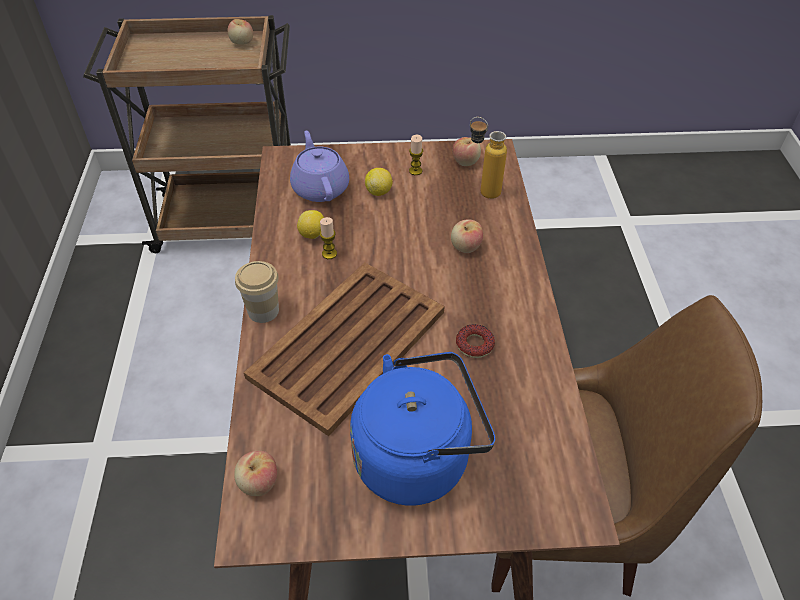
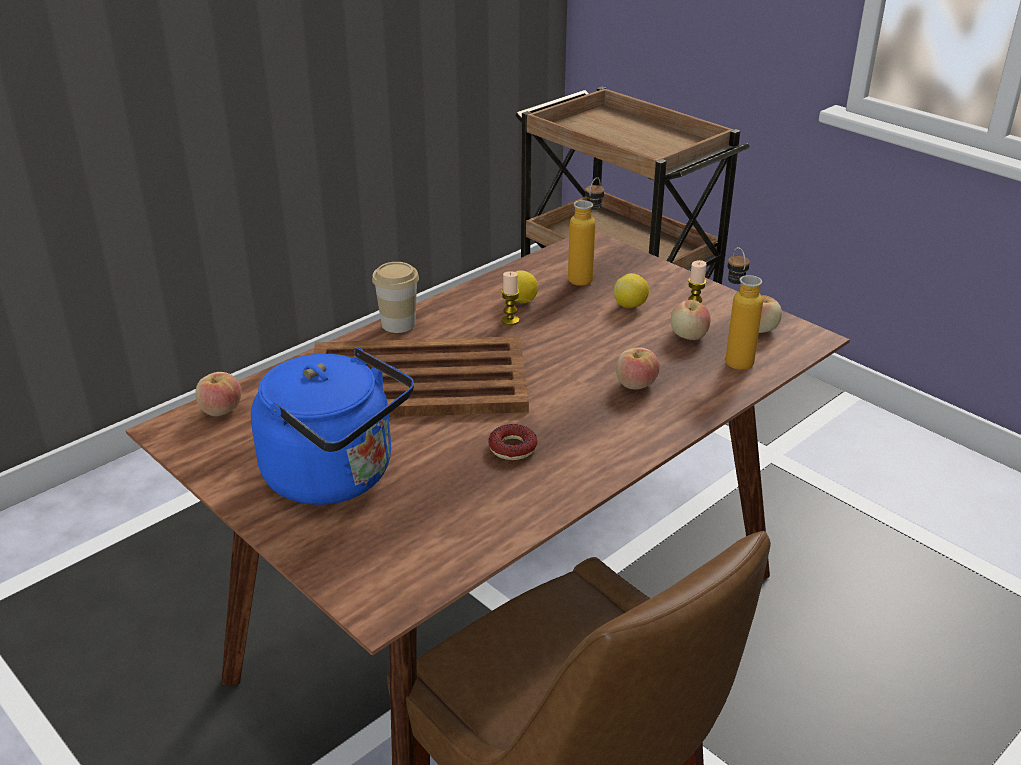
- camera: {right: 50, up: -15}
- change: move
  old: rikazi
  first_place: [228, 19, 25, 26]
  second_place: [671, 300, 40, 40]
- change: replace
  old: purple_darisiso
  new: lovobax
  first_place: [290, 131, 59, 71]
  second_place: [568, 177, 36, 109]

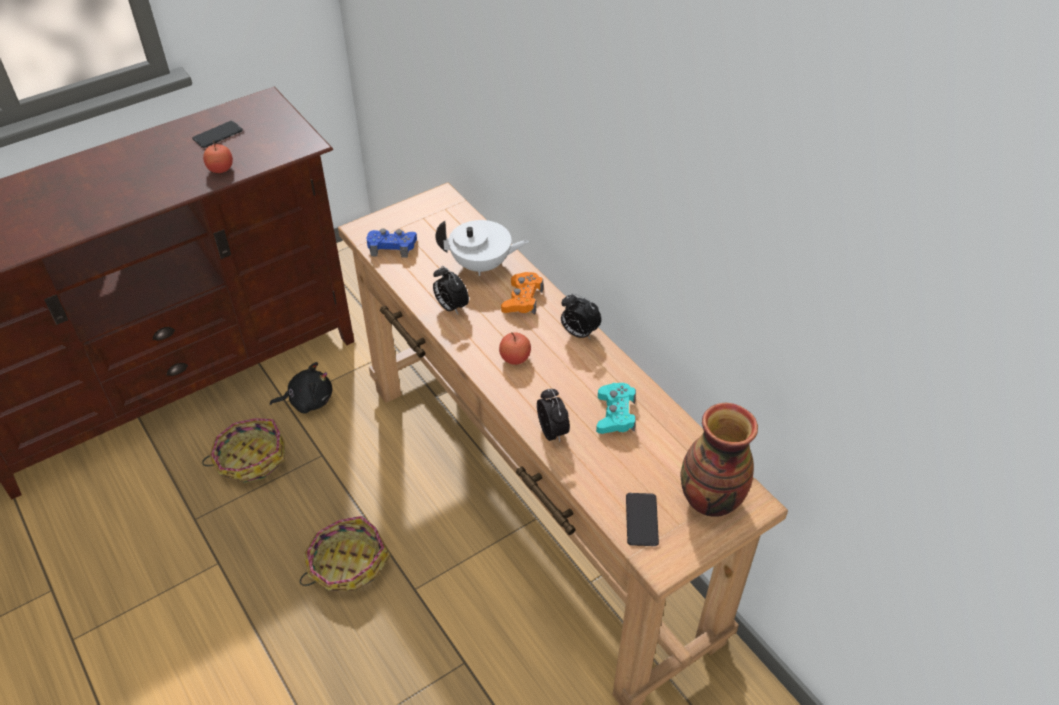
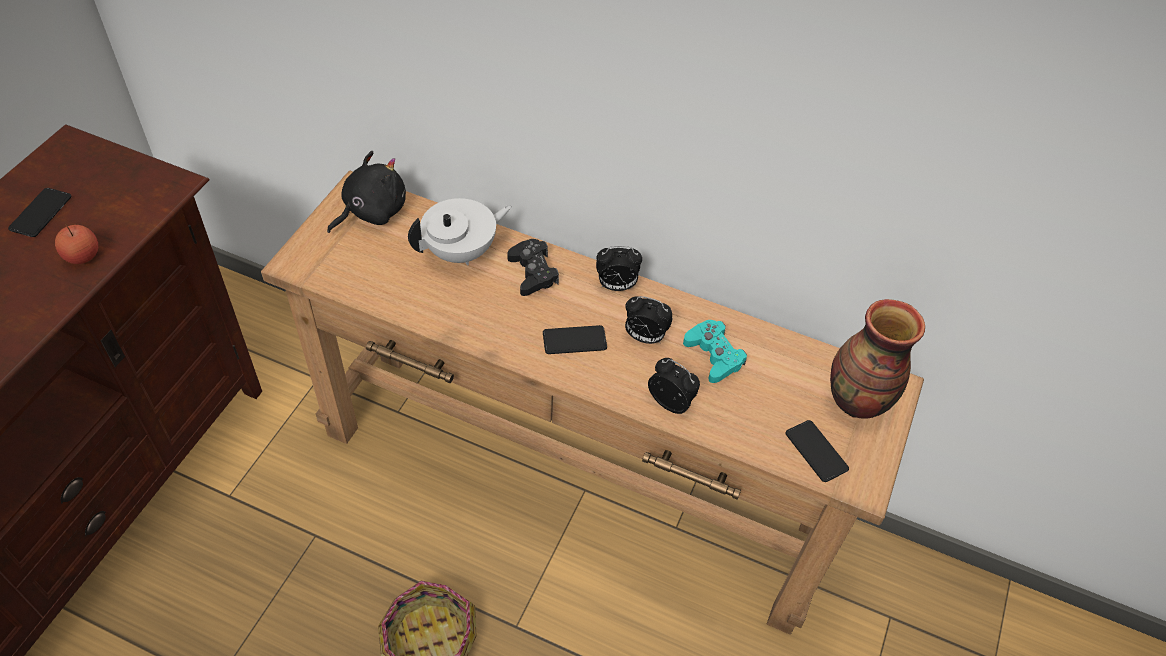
- camera: {right: -35, up: 5}
- change: delete
  old: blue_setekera
  first_place: [367, 229, 50, 29]
- change: move
  old: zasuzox
  first_place: [433, 266, 36, 48]
  second_place: [625, 296, 47, 48]
- change: recolor
  old: orange_setekera
  new: black_setekera
  first_place: [501, 272, 43, 43]
  second_place: [507, 239, 52, 57]
- change: replace
  old: rikazi
  new: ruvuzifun
  first_place: [499, 332, 32, 33]
  second_place: [543, 325, 64, 29]
- change: move
  old: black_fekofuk
  first_place: [270, 362, 62, 51]
  second_place: [327, 151, 79, 82]
- change: delete
  old: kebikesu
  first_place: [202, 418, 83, 65]

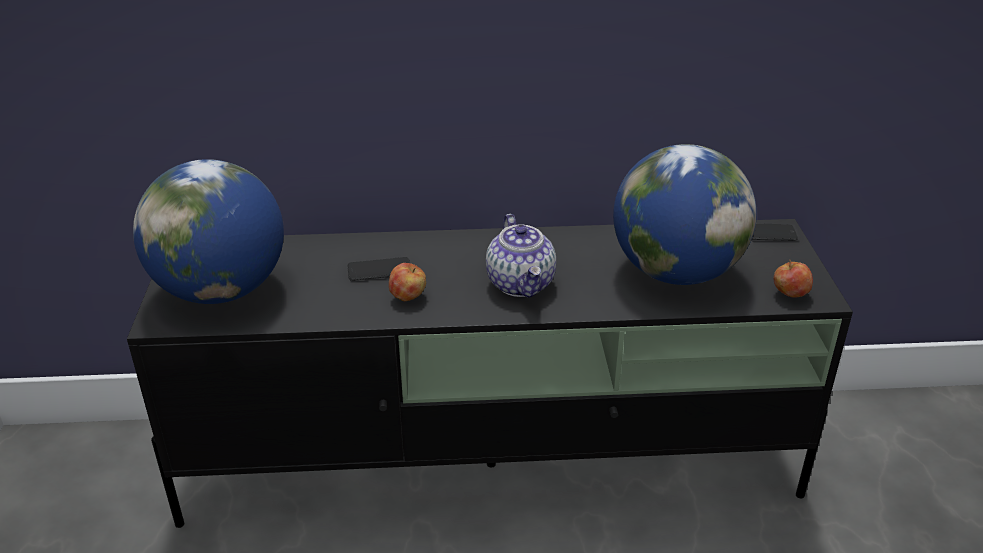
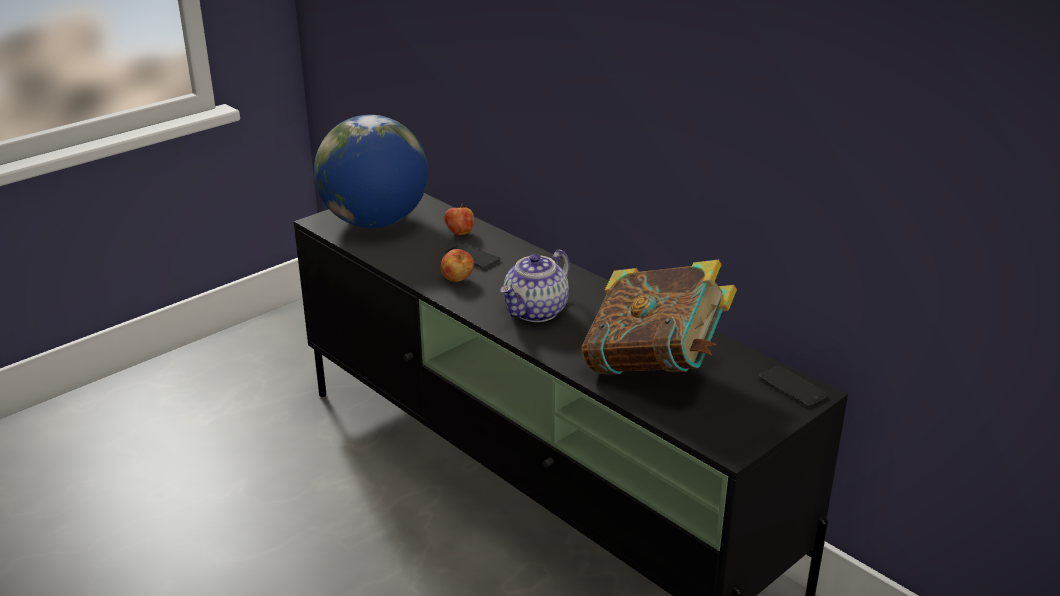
- camera: {right: 50, up: -5}
- change: replace
  old: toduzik
  new: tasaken
  first_place: [613, 144, 144, 141]
  second_place: [582, 260, 155, 115]
- change: move
  old: rikazi
  first_place: [774, 260, 39, 38]
  second_place: [444, 204, 30, 31]

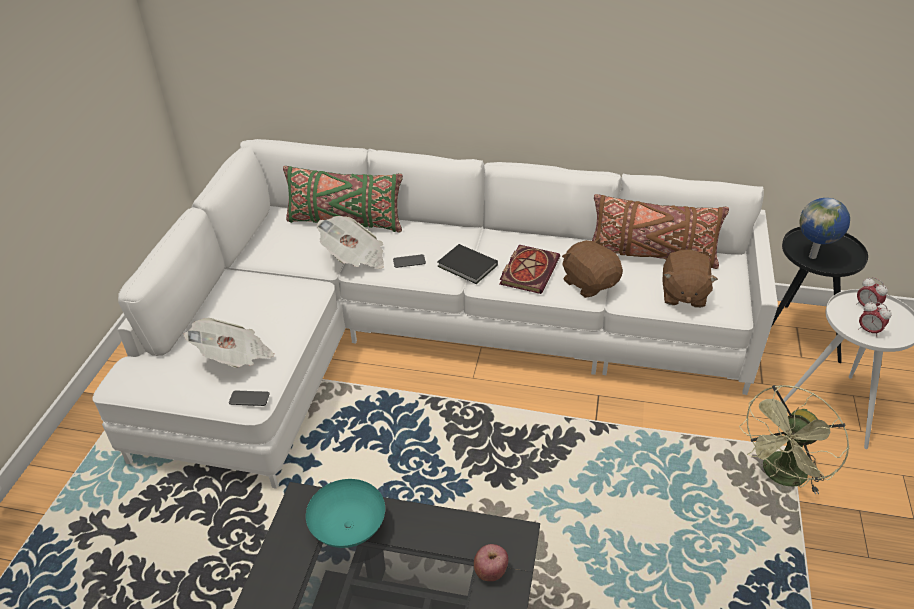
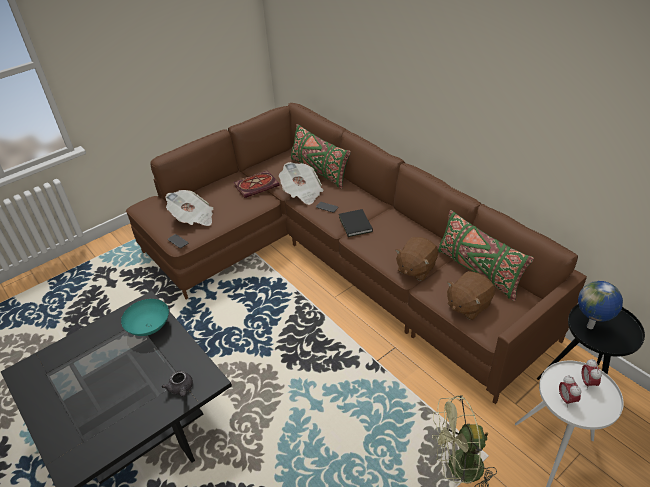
- camera: {right: 40, up: 0}
- change: recolor
  old: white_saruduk
  new: brown_saruduk
  first_place: [93, 139, 685, 350]
  second_place: [126, 103, 461, 301]
- change: recolor
  old: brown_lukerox
  new: green_lukerox
  first_place: [592, 194, 137, 75]
  second_place: [438, 210, 96, 91]
- change: rotate
  old: brown_fekofuk
  first_place: [562, 238, 61, 60]
  second_place: [395, 237, 43, 44]
  degrees: -150
- change: move
  old: tasaken
  first_place: [499, 245, 61, 49]
  second_place: [234, 170, 46, 28]
- change: replace
  old: rikazi
  new: grey_darisiso
  first_place: [474, 544, 34, 37]
  second_place: [162, 371, 31, 26]

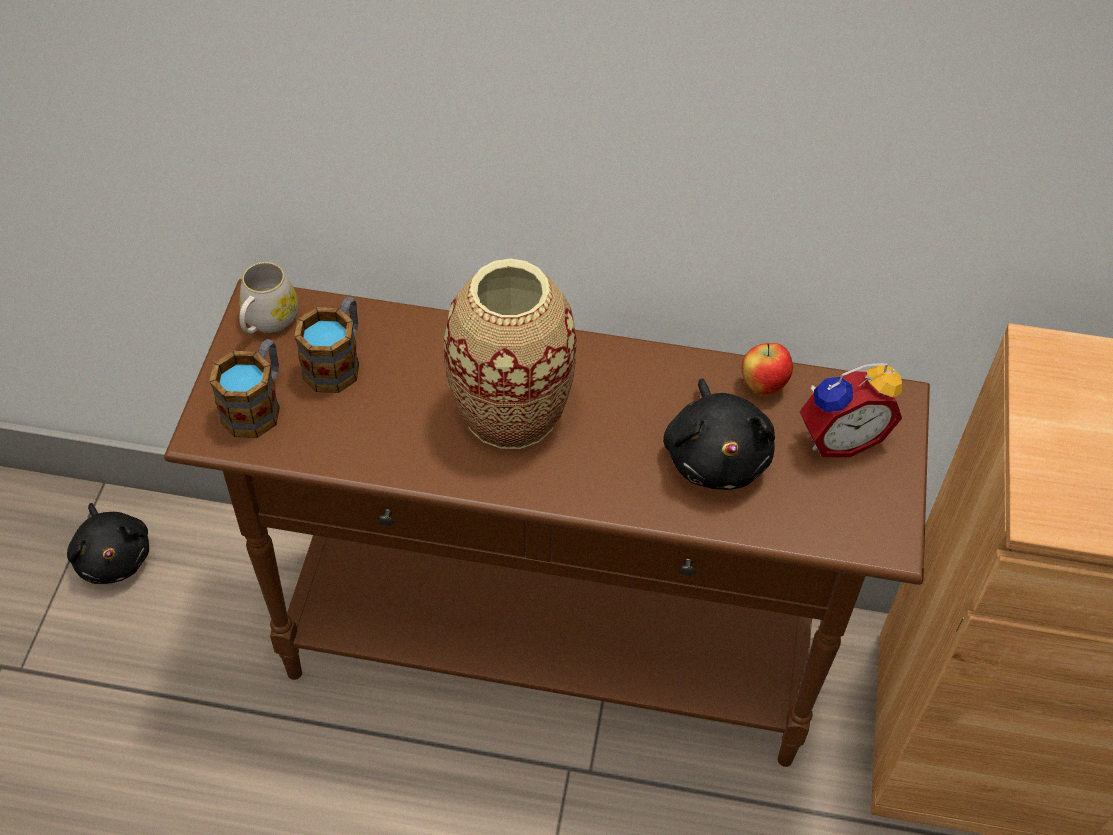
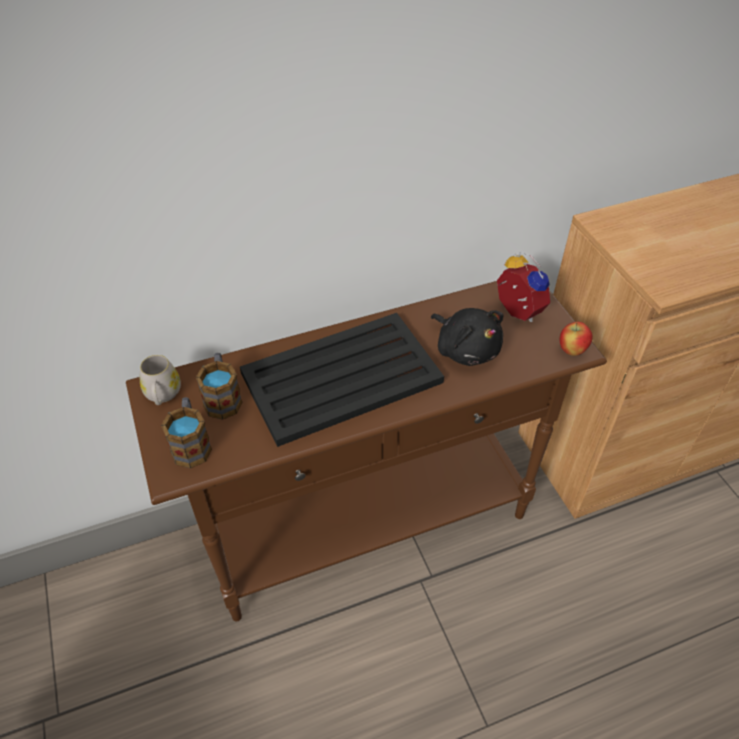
- camera: {right: -30, up: -5}
- change: replace
  old: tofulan
  new: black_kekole
  first_place: [444, 259, 133, 190]
  second_place: [240, 313, 204, 134]
- change: move
  old: rikazi
  first_place: [742, 343, 51, 52]
  second_place: [559, 322, 34, 34]
- change: rotate
  old: zasuzox
  first_place: [799, 363, 103, 94]
  second_place: [497, 251, 53, 71]
  degrees: -75
- change: delete
  old: black_fekofuk
  first_place: [67, 503, 82, 81]

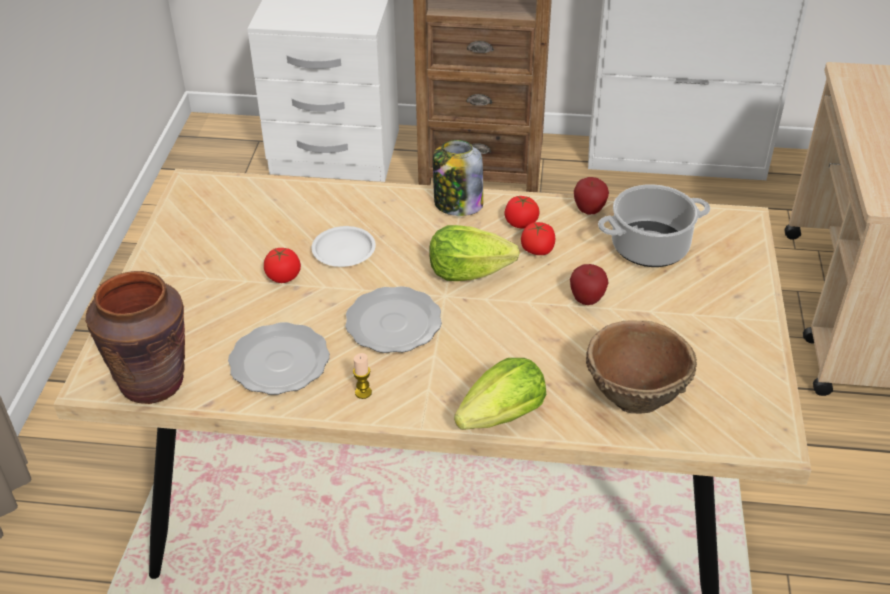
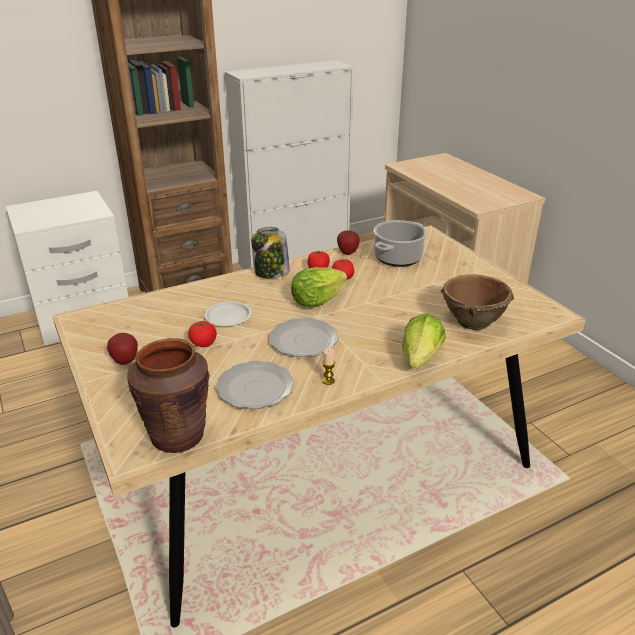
- camera: {right: -35, up: -10}
- change: move
  old: rikazi
  first_place: [570, 264, 39, 41]
  second_place: [107, 333, 31, 32]

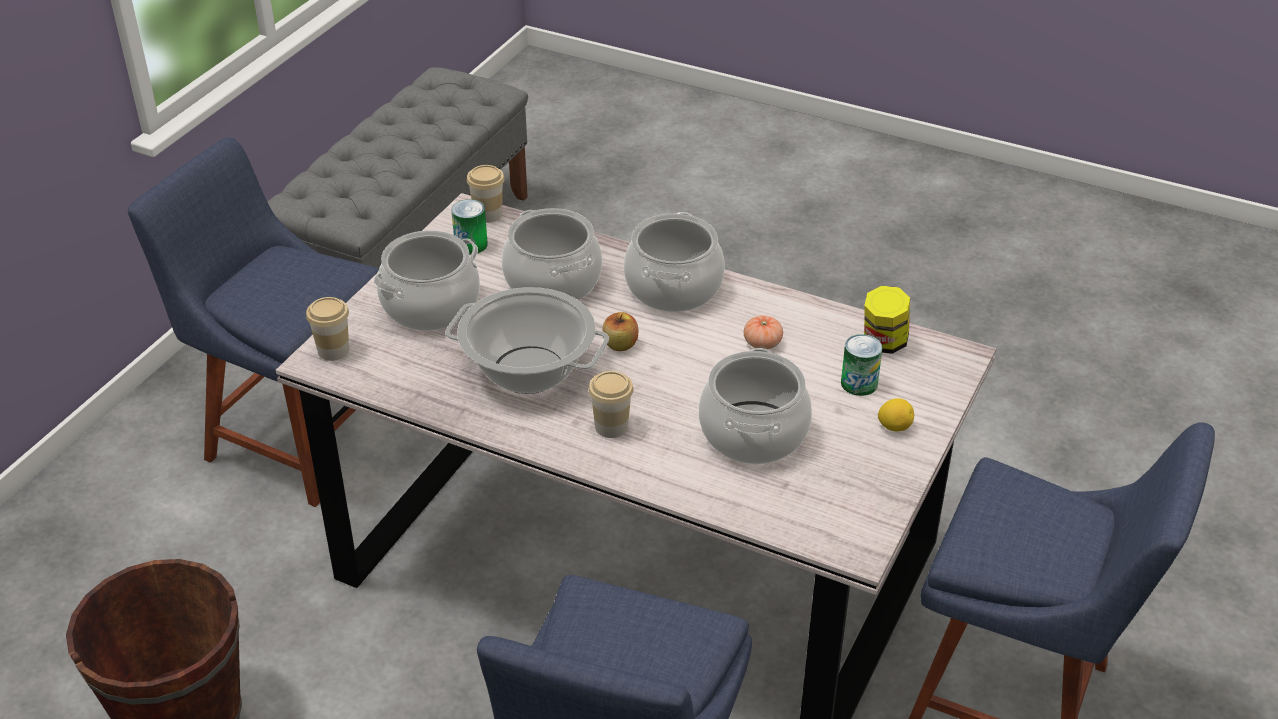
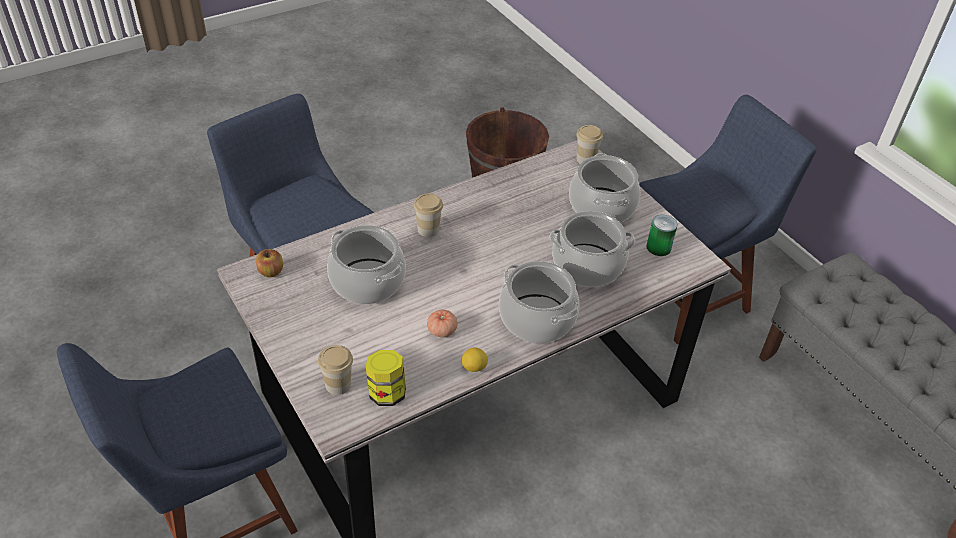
- camera: {right: 120, up: 5}
- change: move
  old: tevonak
  first_place: [467, 165, 38, 58]
  second_place: [318, 345, 35, 50]
- change: delete
  old: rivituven
  first_place: [445, 287, 164, 107]
- change: move
  old: rikazi
  first_place: [602, 312, 37, 39]
  second_place: [256, 249, 27, 28]
- change: delete
  old: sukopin
  first_place: [841, 334, 41, 62]
- change: move
  old: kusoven
  first_place: [878, 398, 36, 33]
  second_place: [461, 347, 27, 25]

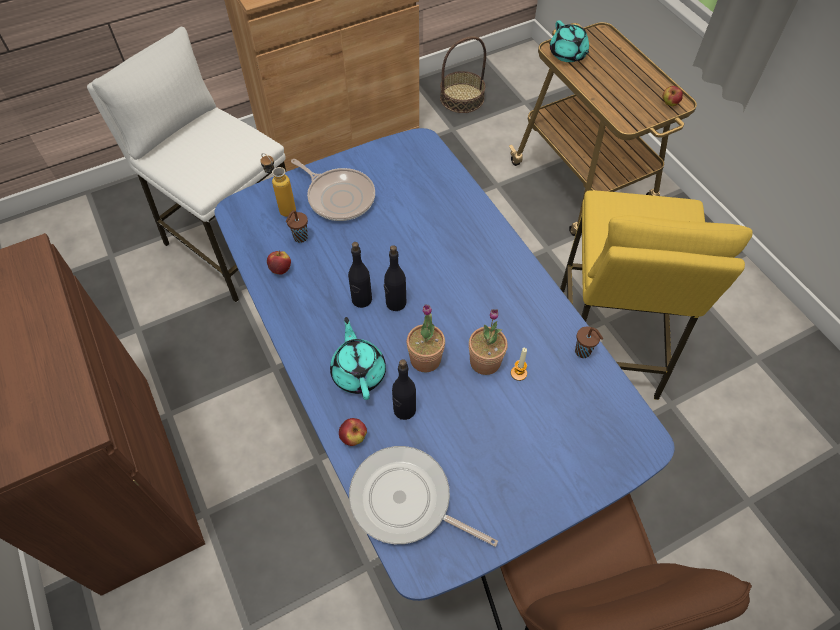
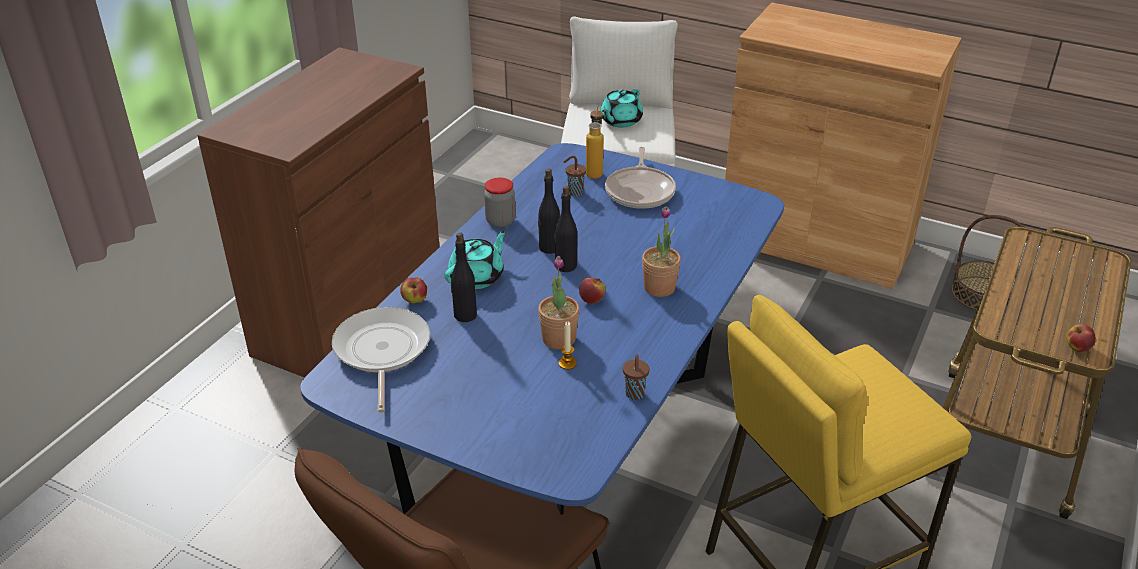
- camera: {right: 55, up: -20}
- change: move
  old: turquoise_darisiso
  first_place: [550, 20, 39, 42]
  second_place: [600, 89, 43, 39]
- change: move
  old: rikazi
  first_place: [267, 251, 24, 24]
  second_place: [579, 278, 26, 26]
- change: move
  old: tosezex
  first_place: [407, 304, 38, 68]
  second_place: [642, 206, 39, 91]
- change: insert
  new: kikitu
  second_place: [484, 177, 31, 50]

